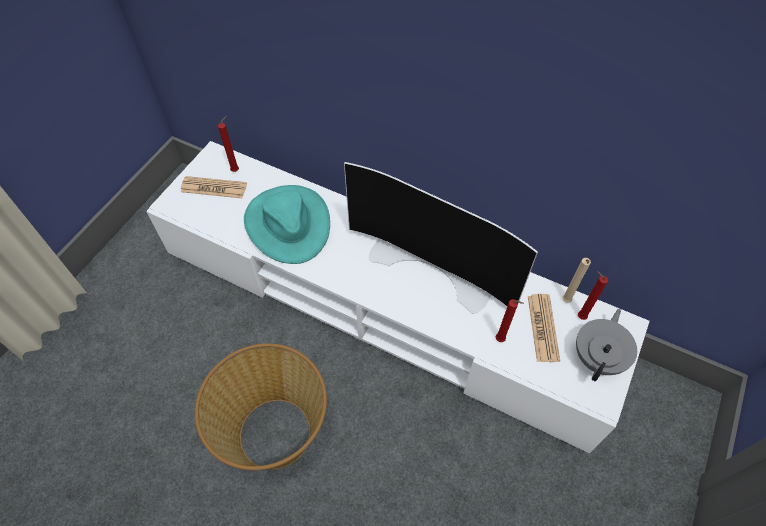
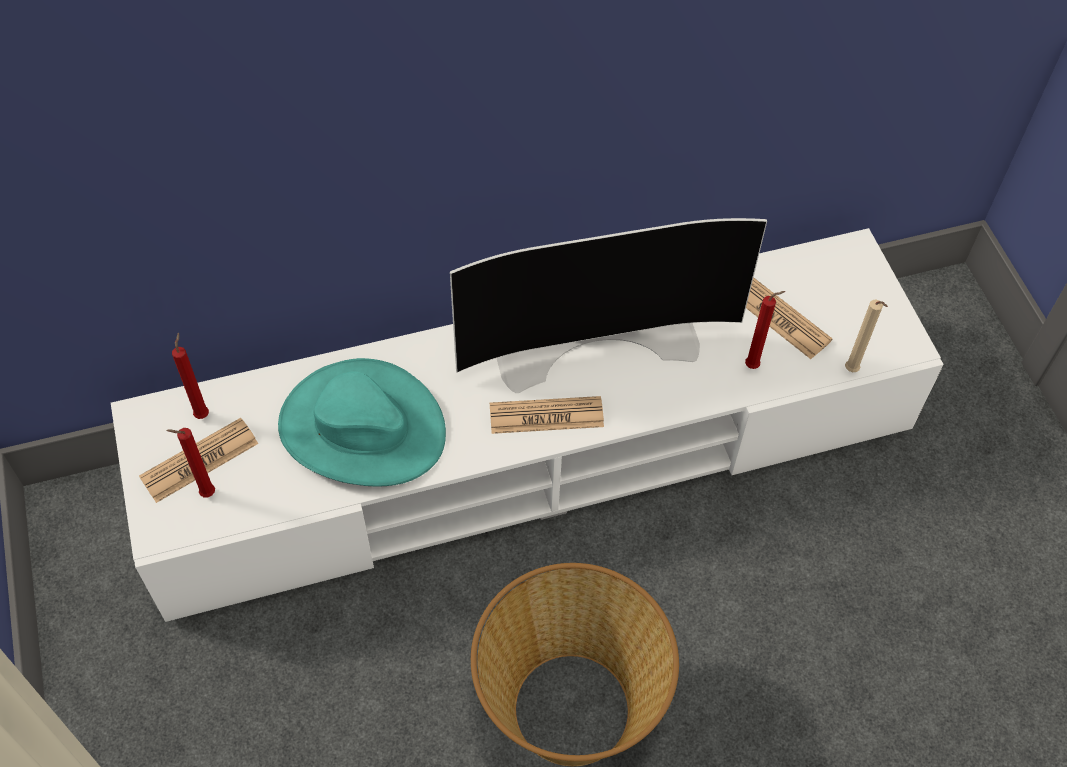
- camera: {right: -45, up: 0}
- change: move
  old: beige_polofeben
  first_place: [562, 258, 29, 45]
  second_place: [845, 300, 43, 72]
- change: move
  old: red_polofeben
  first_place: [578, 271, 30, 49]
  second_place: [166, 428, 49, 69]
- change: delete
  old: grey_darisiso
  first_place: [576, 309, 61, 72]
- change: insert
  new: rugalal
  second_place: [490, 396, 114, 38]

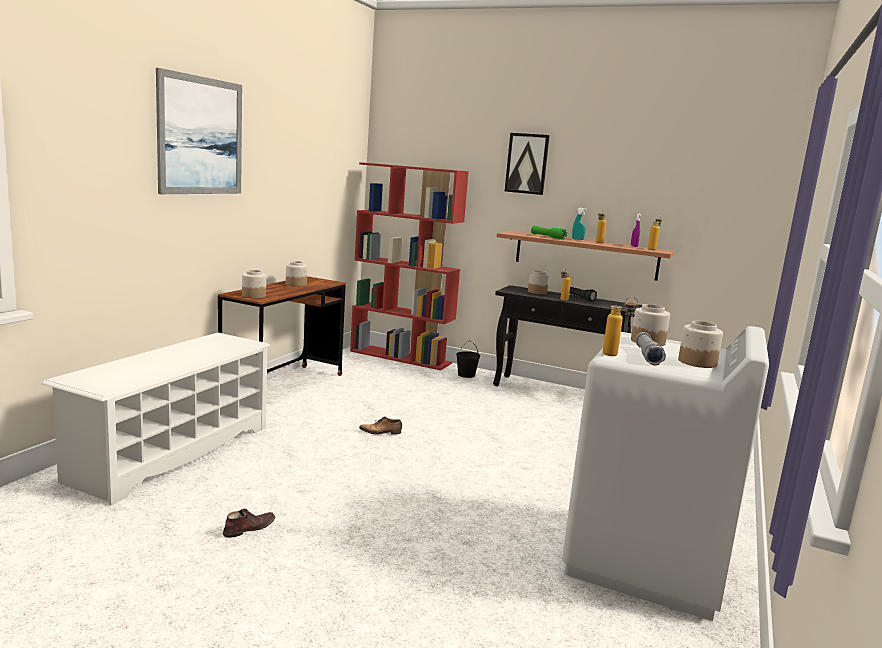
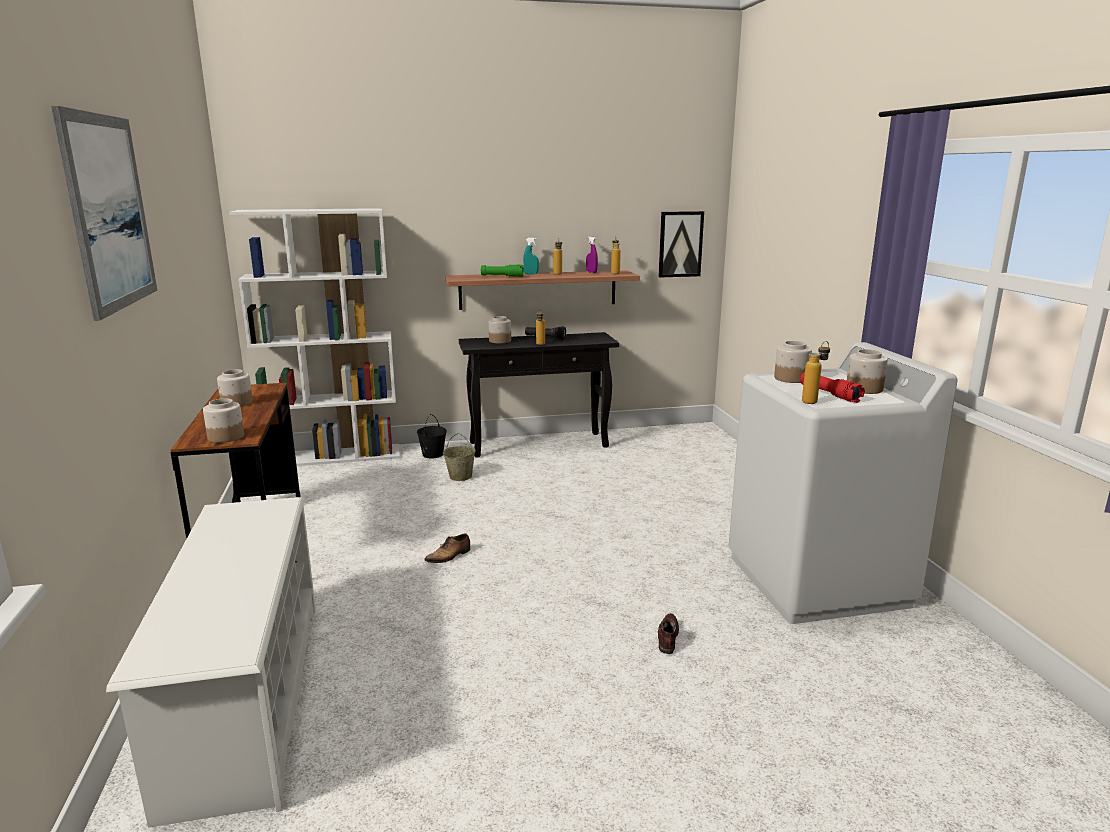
- camera: {right: -35, up: 5}
- change: move
  old: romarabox
  first_place: [505, 133, 45, 62]
  second_place: [659, 211, 45, 67]
- change: recolor
  old: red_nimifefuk
  new: white_nimifefuk
  first_place: [350, 162, 119, 208]
  second_place: [229, 208, 171, 258]
- change: recolor
  old: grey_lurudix
  new: red_lurudix
  first_place: [635, 332, 31, 34]
  second_place: [800, 372, 65, 31]
- change: move
  old: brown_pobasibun
  first_place: [223, 509, 52, 29]
  second_place: [658, 613, 21, 41]
- change: insert
  new: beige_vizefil
  second_place: [443, 433, 33, 48]

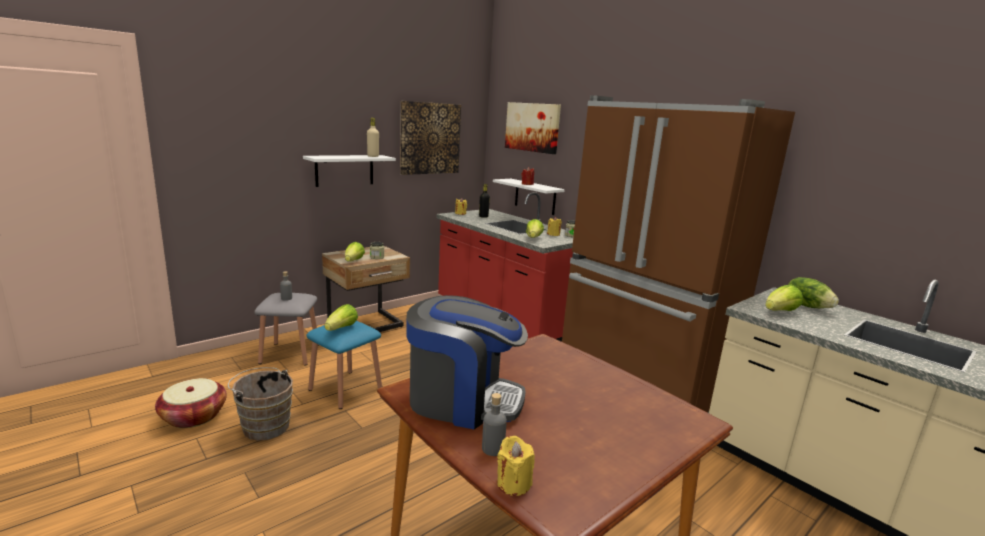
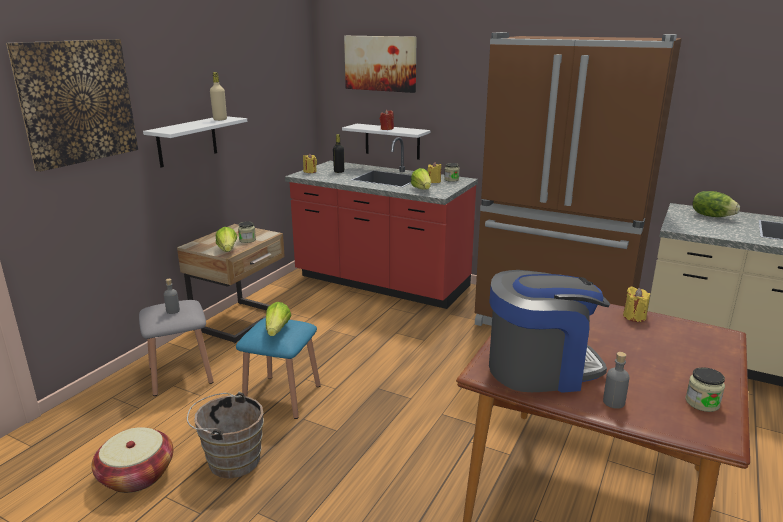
- camera: {right: -20, up: 5}
- change: move
  old: romarabox
  first_place: [400, 101, 61, 74]
  second_place: [6, 39, 132, 133]
- change: delete
  old: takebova
  first_place: [765, 285, 38, 26]
- change: move
  old: yellow_polofeben
  first_place: [497, 436, 38, 60]
  second_place: [623, 286, 27, 36]
- change: insert
  new: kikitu
  second_place: [685, 367, 40, 45]

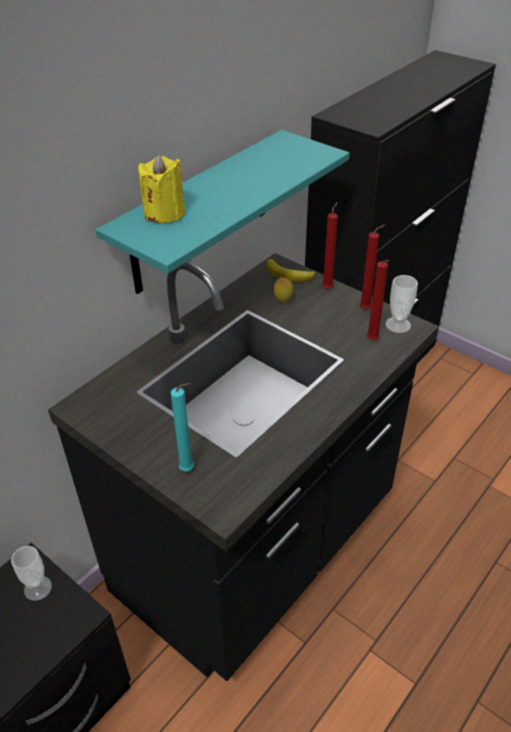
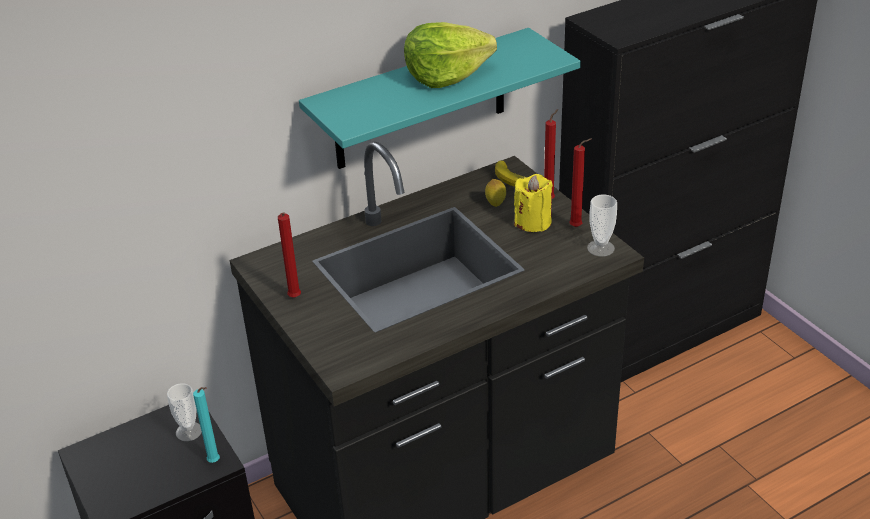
- camera: {right: 20, up: -5}
- change: move
  old: yellow_polofeben
  first_place: [138, 155, 47, 68]
  second_place: [514, 174, 39, 58]
- change: move
  old: red_polofeben
  first_place: [367, 260, 22, 80]
  second_place: [278, 213, 23, 85]
- change: move
  old: turquoise_polofeben
  first_place: [171, 383, 23, 88]
  second_place: [193, 387, 27, 76]
- change: insert
  new: takebova
  second_place: [404, 22, 93, 66]

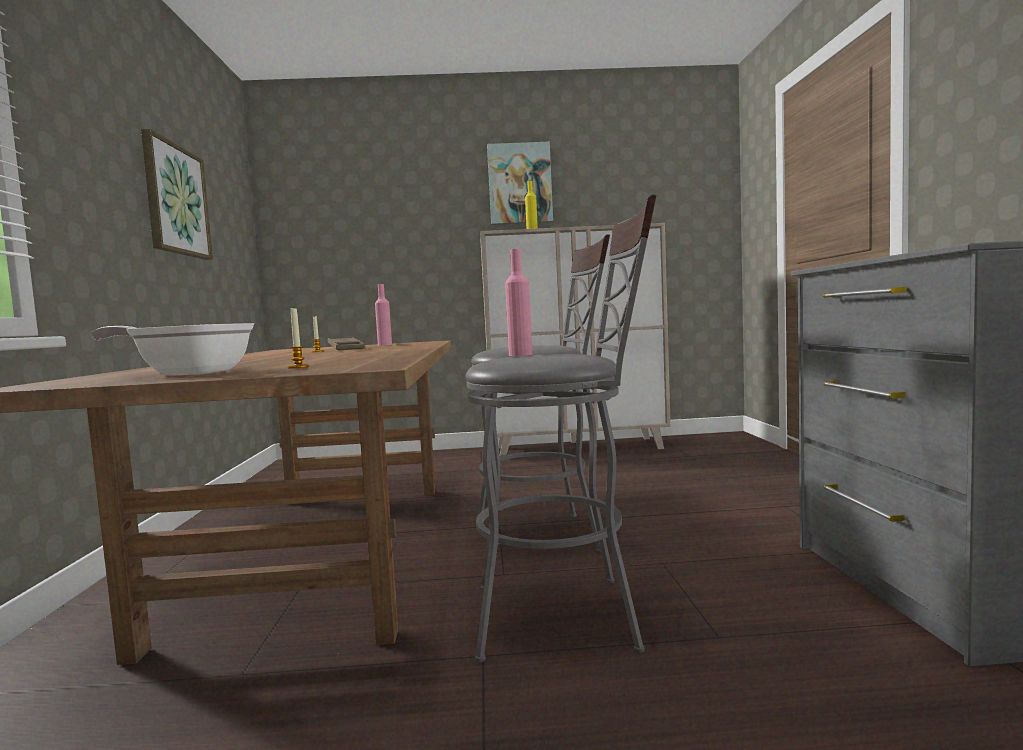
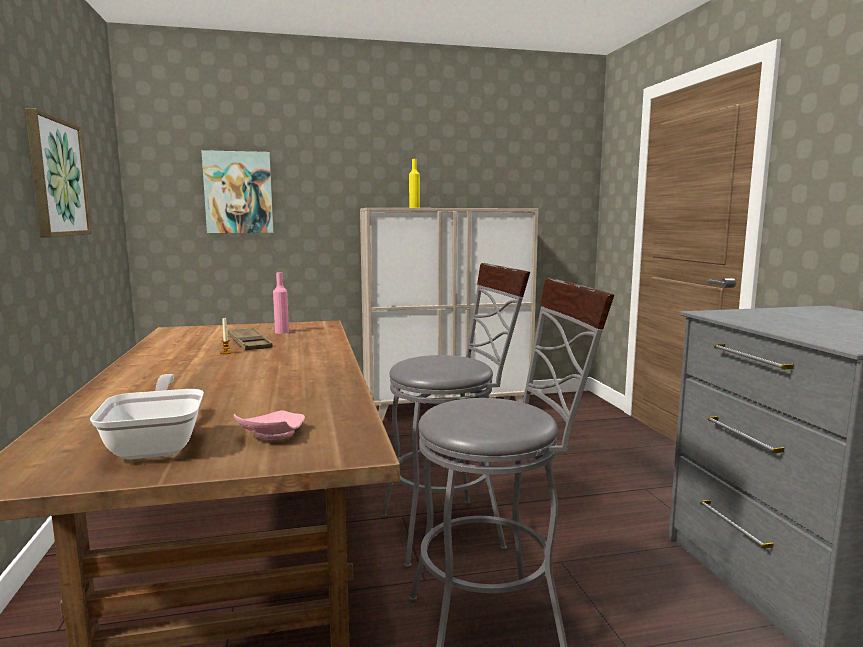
- camera: {right: -10, up: 5}
- change: move
  old: romarabox
  first_place: [487, 142, 66, 83]
  second_place: [201, 150, 73, 83]
- change: delete
  old: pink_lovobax
  first_place: [505, 249, 28, 107]
- change: replace
  old: polofeben
  new: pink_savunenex
  first_place: [288, 306, 21, 62]
  second_place: [234, 410, 71, 30]
- change: rotate
  old: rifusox
  first_place: [91, 323, 163, 53]
  second_place: [90, 374, 114, 86]
  degrees: 75

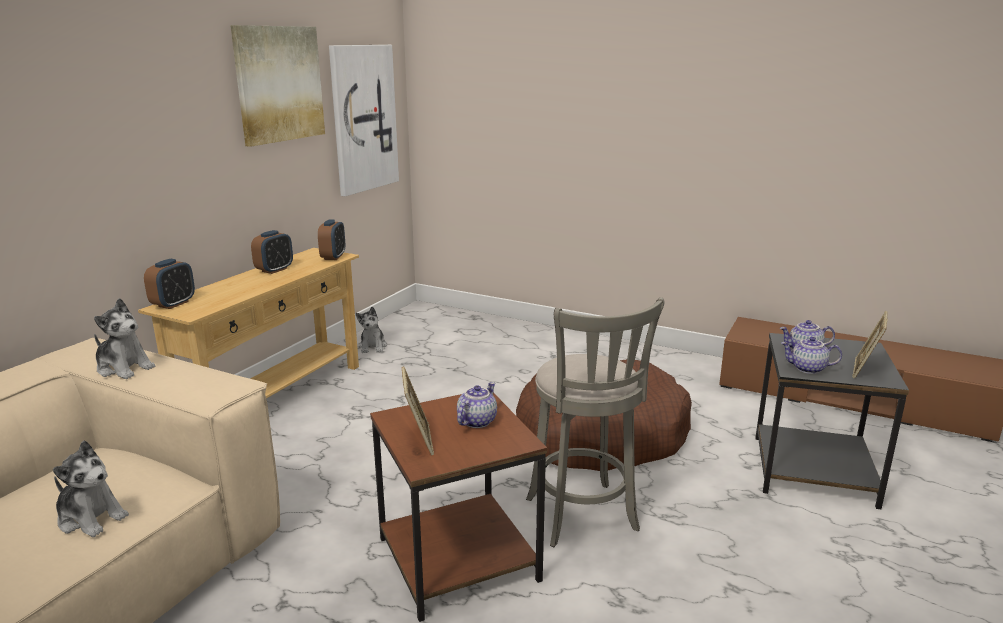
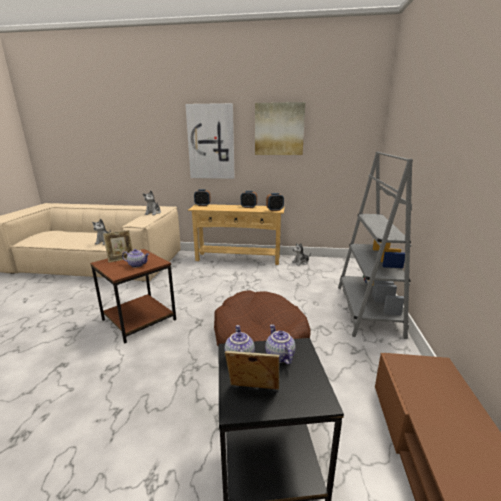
- camera: {right: 70, up: 0}
- change: move
  old: romarabox
  first_place: [329, 45, 70, 151]
  second_place: [185, 103, 50, 76]
- change: delete
  old: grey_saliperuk
  first_place: [526, 297, 139, 250]
- change: insert
  new: grey_nimifefuk
  second_place: [338, 151, 75, 188]

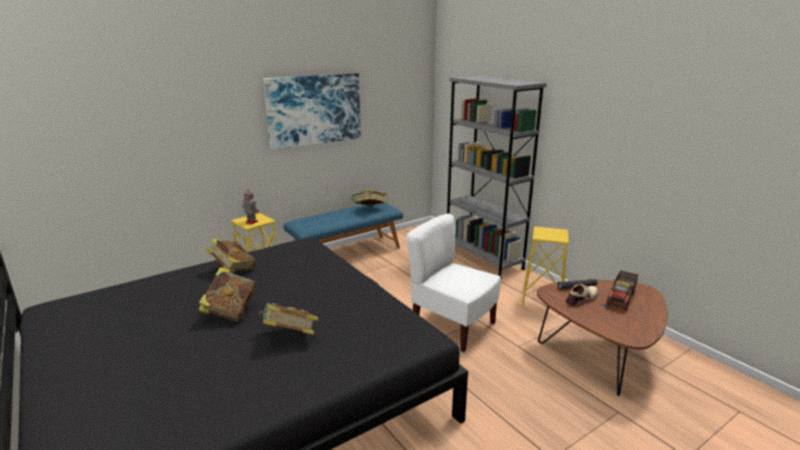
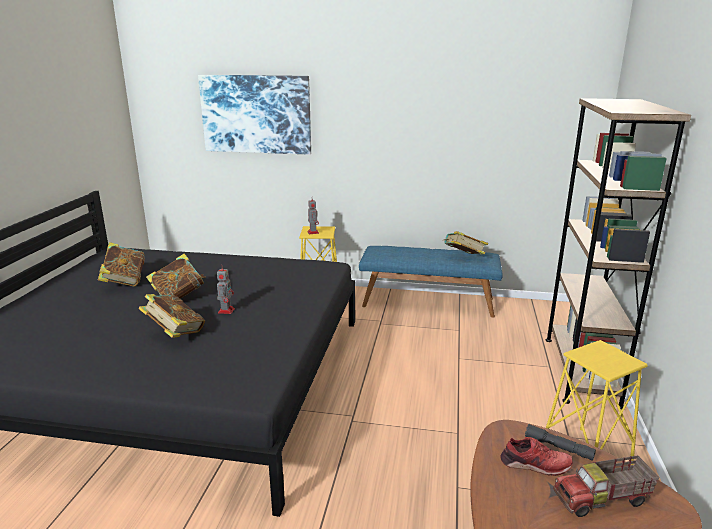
- camera: {right: 45, up: 0}
- change: move
  old: romarabox
  first_place: [263, 73, 98, 77]
  second_place: [198, 75, 113, 80]
- change: recolor
  old: grey_nimifefuk
  new: brown_nimifefuk
  first_place: [447, 76, 100, 203]
  second_place: [545, 98, 146, 311]
- change: delete
  old: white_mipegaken
  first_place: [406, 214, 95, 138]
- change: move
  old: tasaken
  first_place: [205, 239, 51, 34]
  second_place: [98, 242, 47, 44]
- change: recolor
  old: beige_pobasibun
  new: red_pobasibun
  first_place: [566, 284, 32, 22]
  second_place: [500, 437, 73, 39]
- change: insert
  new: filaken
  second_place: [217, 265, 18, 49]

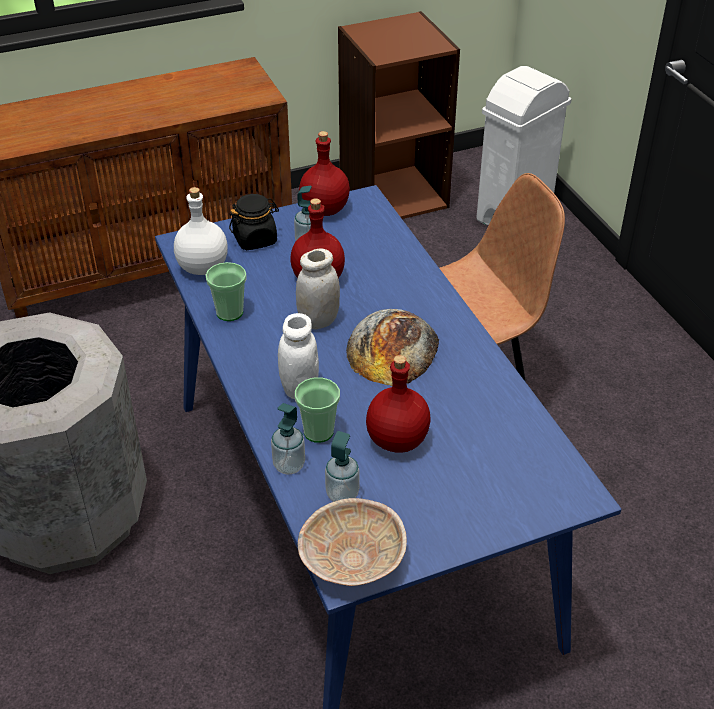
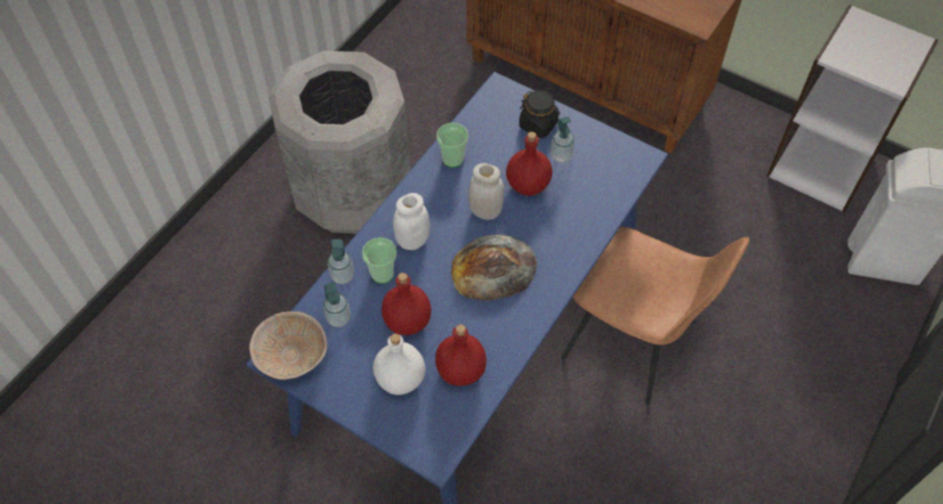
- camera: {right: 55, up: 15}
- change: recolor
  old: brown_nimifefuk
  new: white_nimifefuk
  first_place: [338, 11, 122, 208]
  second_place: [767, 4, 172, 209]
- change: move
  old: red_lovobax
  first_place: [299, 131, 51, 85]
  second_place: [435, 324, 52, 62]
- change: move
  old: white_lovobax
  first_place: [174, 187, 54, 88]
  second_place: [373, 333, 53, 62]

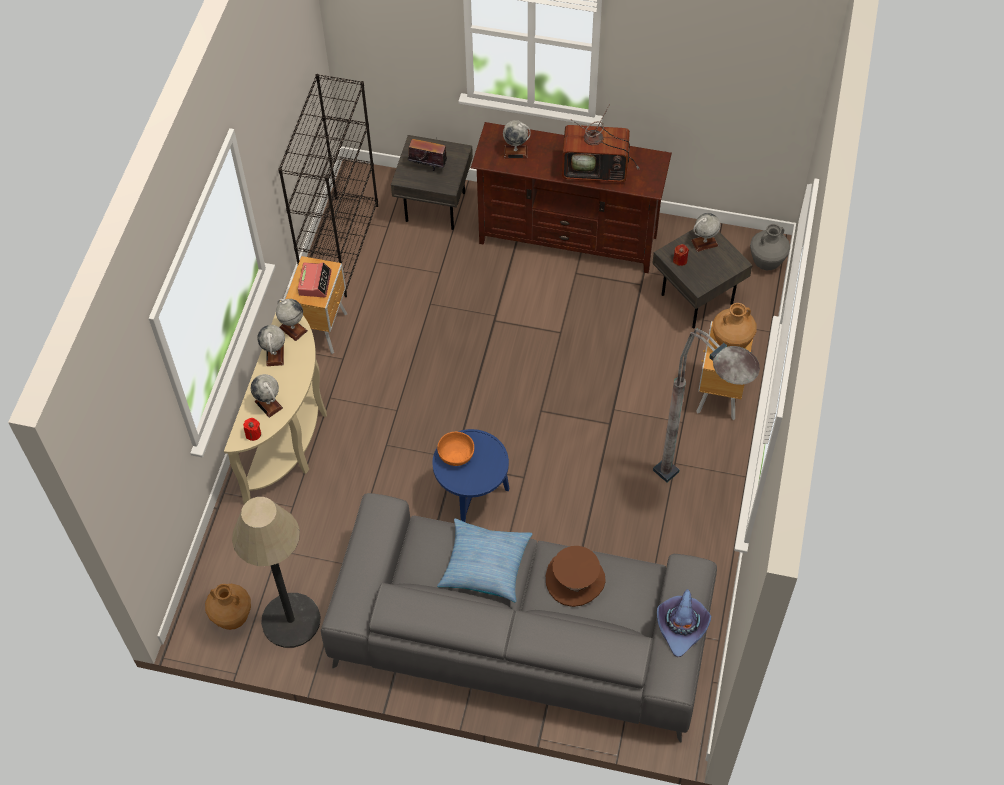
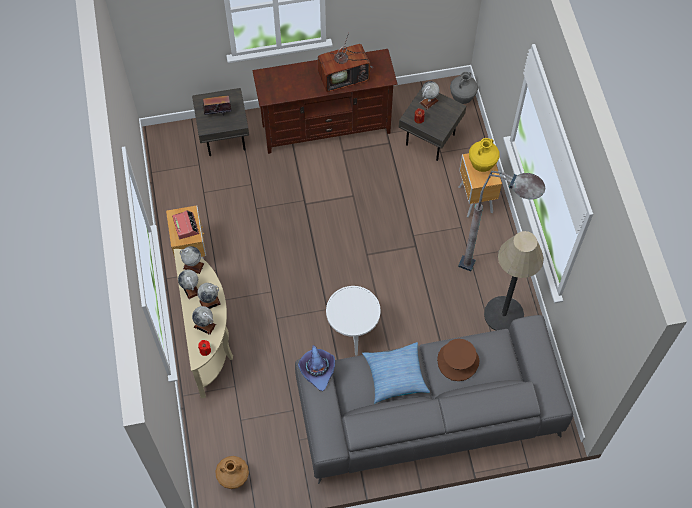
- camera: {right: -25, up: 5}
- change: delete
  old: black_nimifefuk
  first_place: [278, 74, 100, 223]
- change: move
  old: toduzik
  first_place: [503, 120, 28, 38]
  second_place: [197, 283, 24, 26]
- change: recolor
  old: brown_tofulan
  new: yellow_tofulan
  first_place: [713, 303, 44, 45]
  second_place: [469, 138, 31, 34]
- change: recolor
  old: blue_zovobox
  new: white_zovobox
  first_place: [432, 429, 77, 93]
  second_place: [326, 286, 55, 70]
- change: delete
  old: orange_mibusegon
  first_place: [437, 432, 37, 34]
- change: move
  old: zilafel
  first_place: [232, 497, 89, 151]
  second_place: [484, 231, 60, 100]
- change: move
  old: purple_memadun
  first_place: [657, 589, 54, 68]
  second_place: [298, 345, 37, 46]

